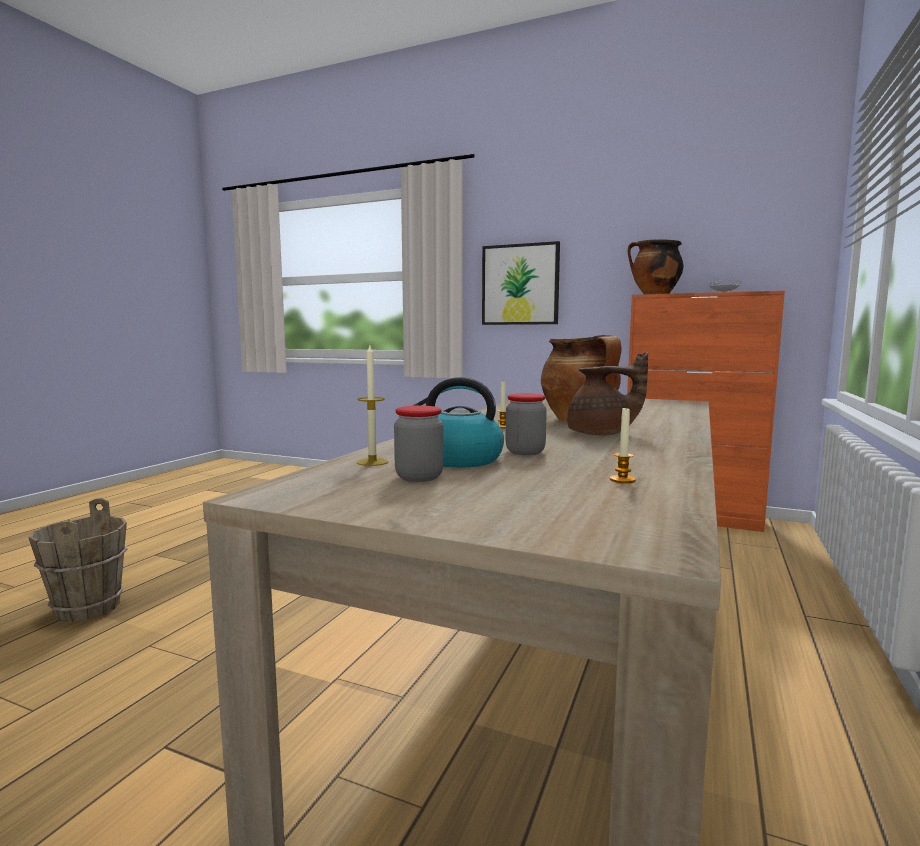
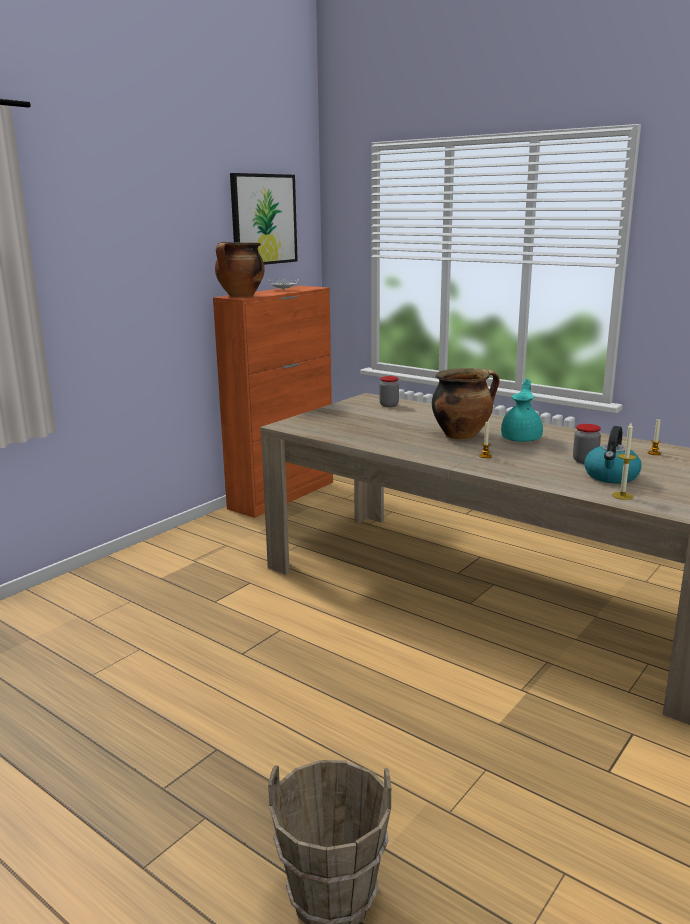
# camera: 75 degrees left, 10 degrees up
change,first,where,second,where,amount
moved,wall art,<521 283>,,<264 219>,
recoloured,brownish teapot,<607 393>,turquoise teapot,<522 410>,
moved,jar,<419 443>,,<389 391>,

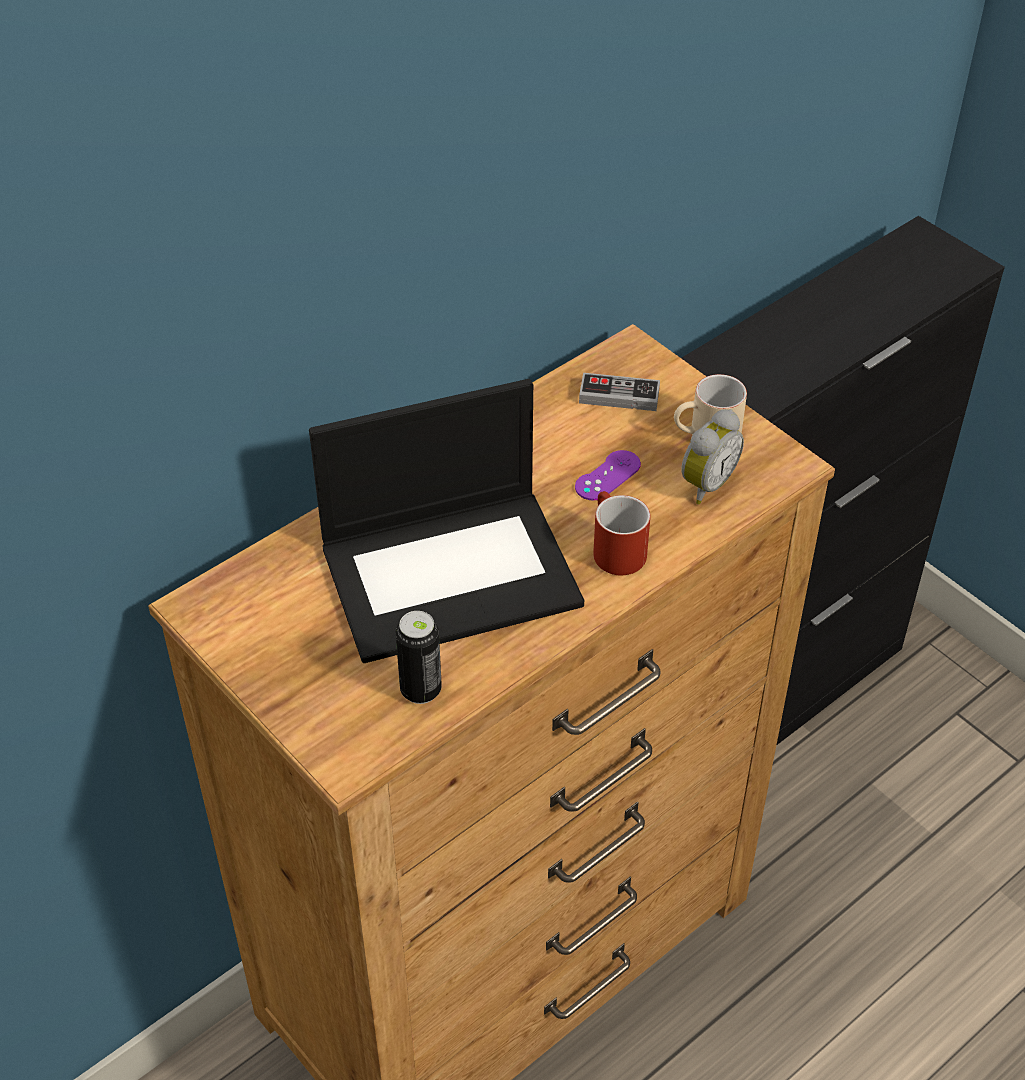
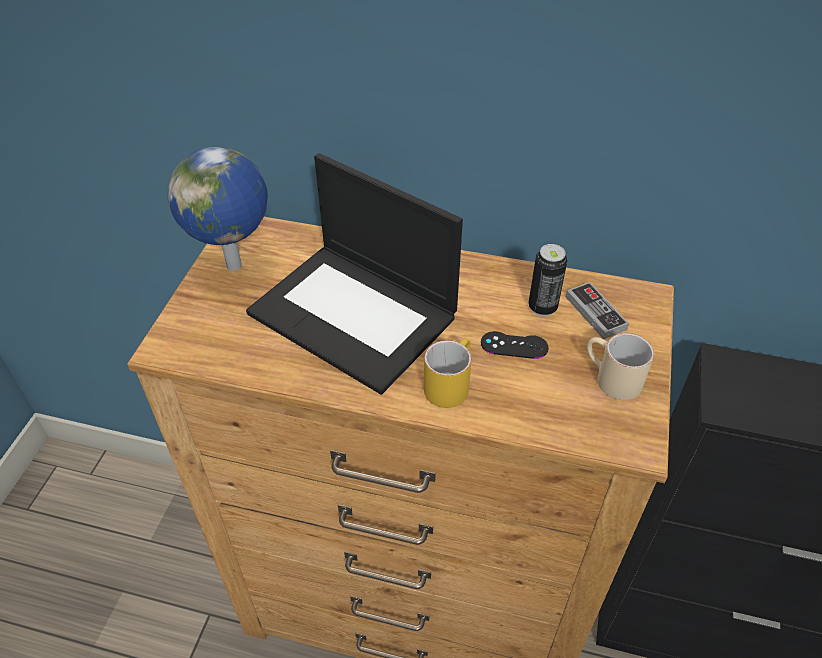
# camera: 55 degrees right, 0 degrees up
change,first,where,second,where,amount
removed,alarm clock,<712 456>,,,
recoloured,purple-coloured joypad,<608 475>,black joypad,<515 345>,
recoloured,reddish coffee mug,<621 533>,yellow-coloured coffee mug,<448 373>,
moved,can,<418 657>,,<547 280>,
added,,,world globe,<218 209>,

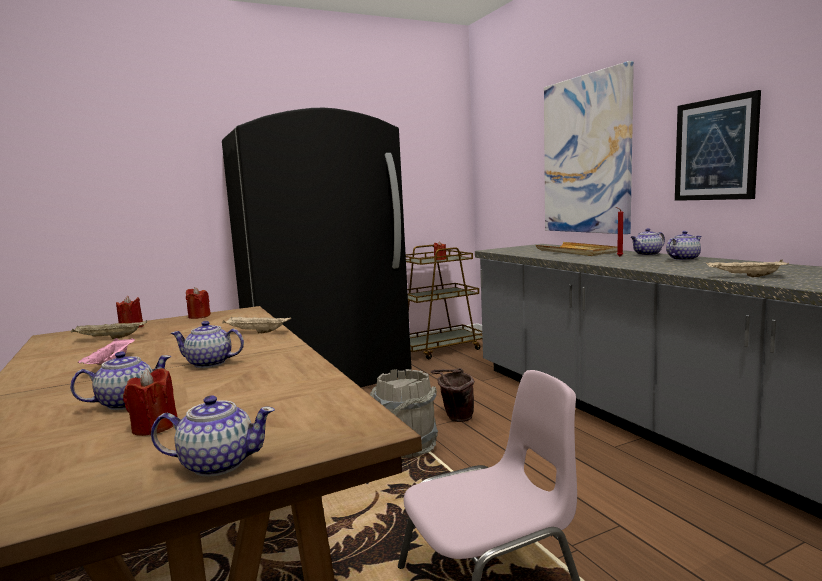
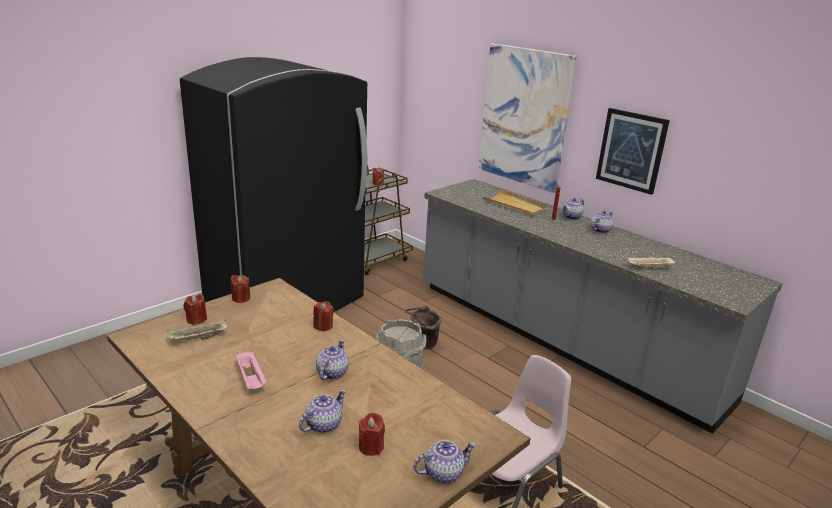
# camera: 20 degrees left, 15 degrees up
change,first,where,second,where,amount
replaced,sand-coloured carrying tray,<256 324>,reddish candle,<323 316>,
turned,teapot,<207 344>,,<332 360>,120 degrees clockwise

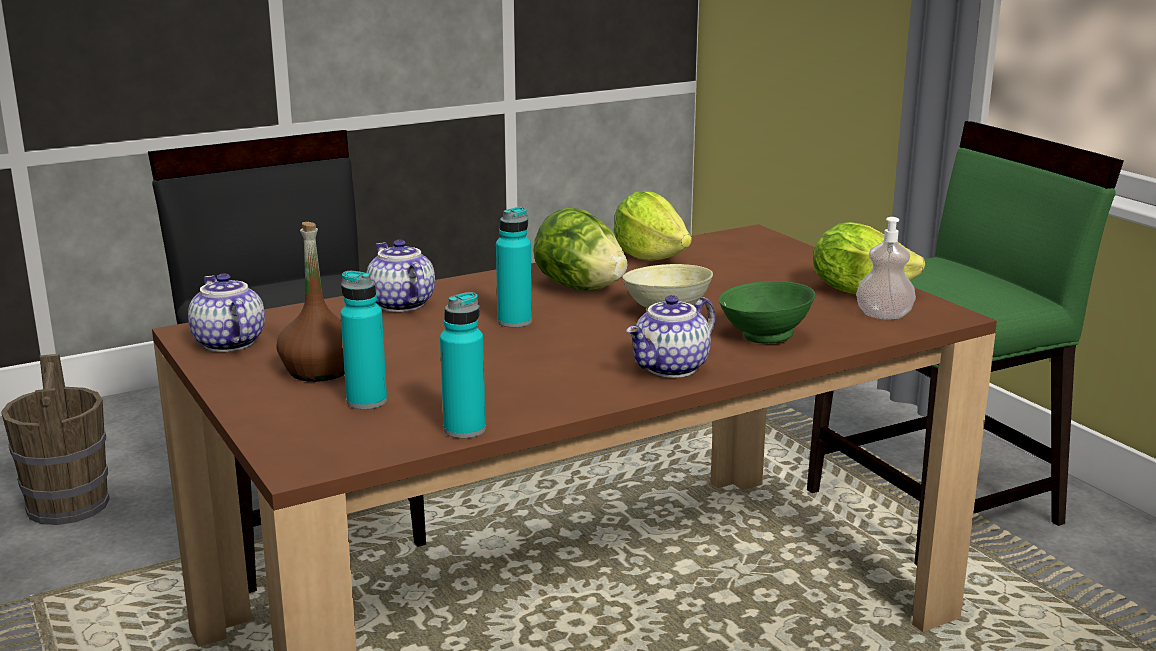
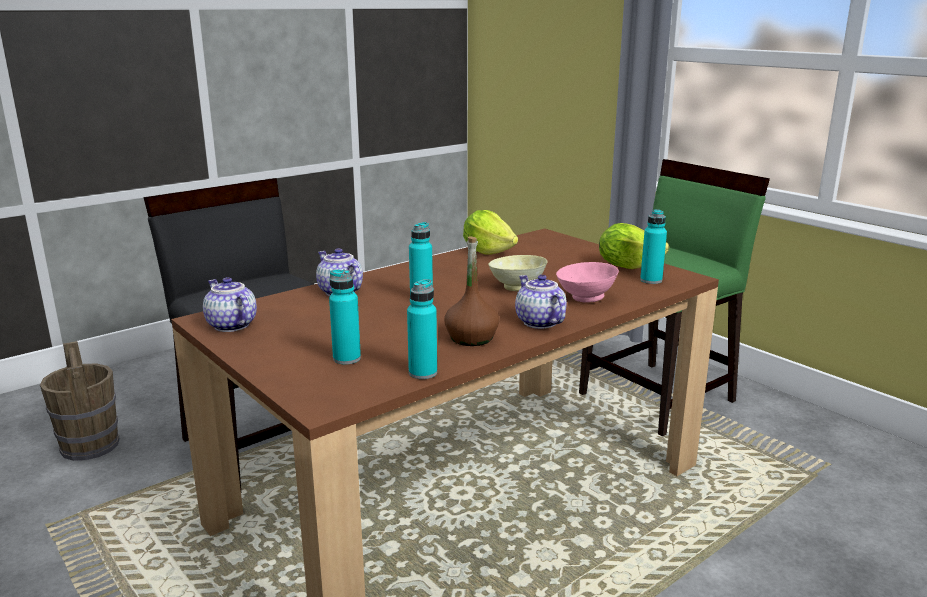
# camera: 10 degrees left, 0 degrees up
change,first,where,second,where,amount
removed,lettuce head,<580 249>,,,
replaced,liquid soap bottle,<886 268>,turquoise drink bottle,<653 246>,
moved,brownish drink bottle,<310 302>,,<472 291>,
recoloured,greenish bowl,<767 312>,pink bowl,<587 282>,
turned,teapot,<670 336>,,<541 302>,120 degrees clockwise

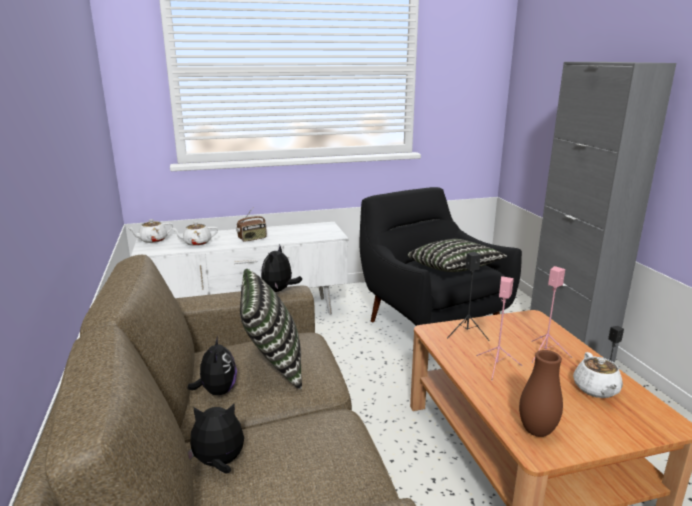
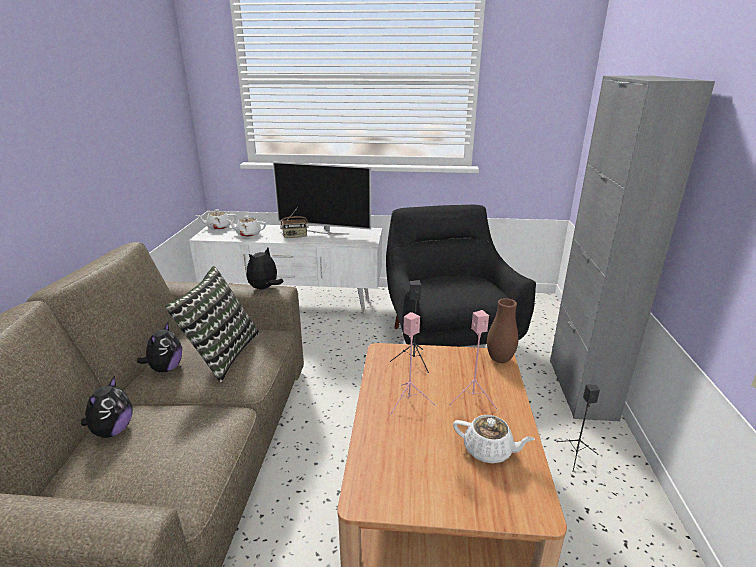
# camera: 20 degrees right, 5 degrees up
change,first,where,second,where,amount
removed,throw pillow,<457 255>,,,
moved,brownish vase,<541 393>,,<502 330>,
turned,white-coloured teapot,<598 375>,,<494 439>,90 degrees counterclockwise
turned,cuddly toy,<216 439>,,<107 407>,90 degrees clockwise
added,,,television,<322 198>,

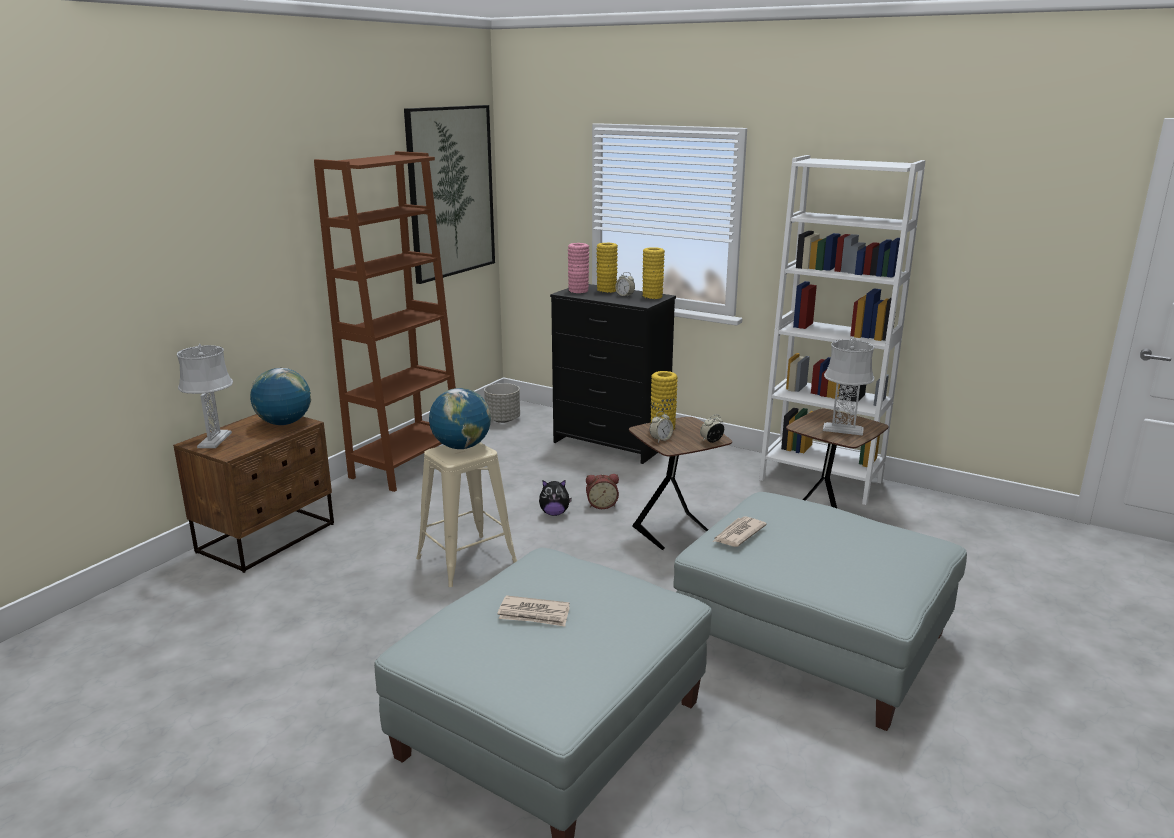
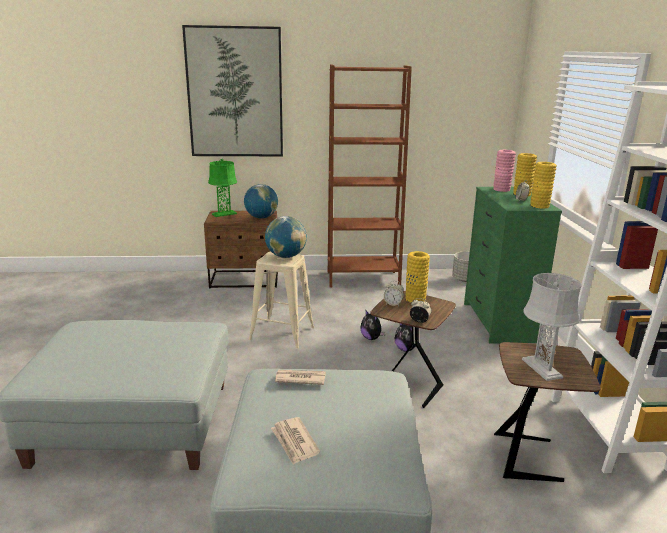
# camera: 55 degrees right, 0 degrees up
change,first,where,second,where,amount
moved,wall art,<449 194>,,<232 90>,
recoloured,black drawer chest,<613 374>,greenish drawer chest,<513 265>,
recoloured,gray tabletop lamp,<205 396>,greenish tabletop lamp,<222 188>,
replaced,alarm clock,<602 491>,cuddly toy,<408 338>,
moved,newspaper,<533 611>,,<295 441>,

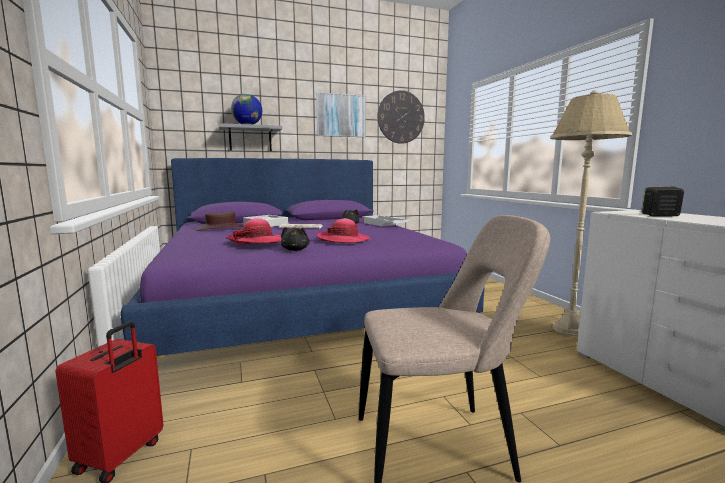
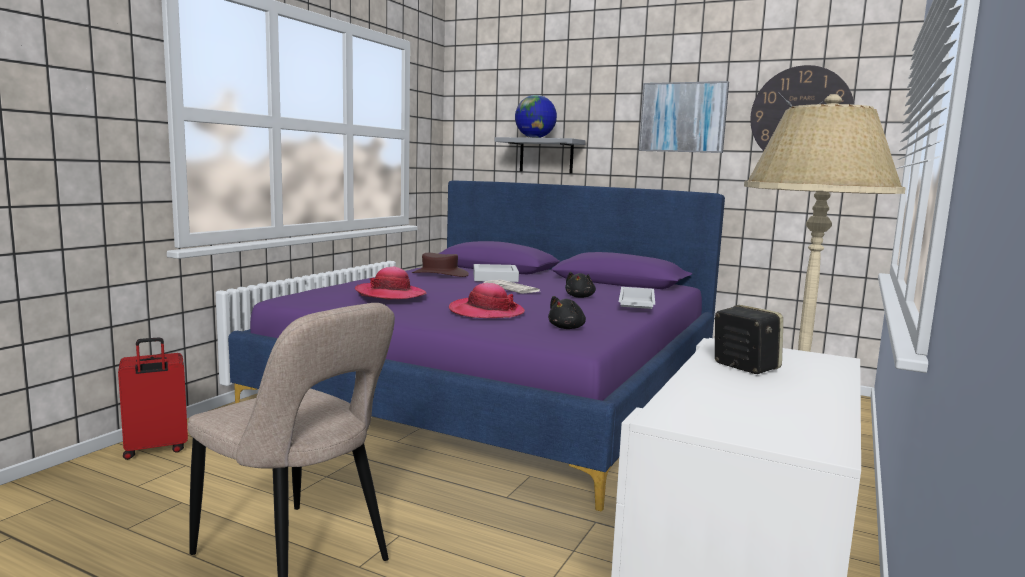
# camera: 45 degrees right, 0 degrees up
change,first,where,second,where,amount
moved,black cuddly toy,<295 239>,,<567 312>,

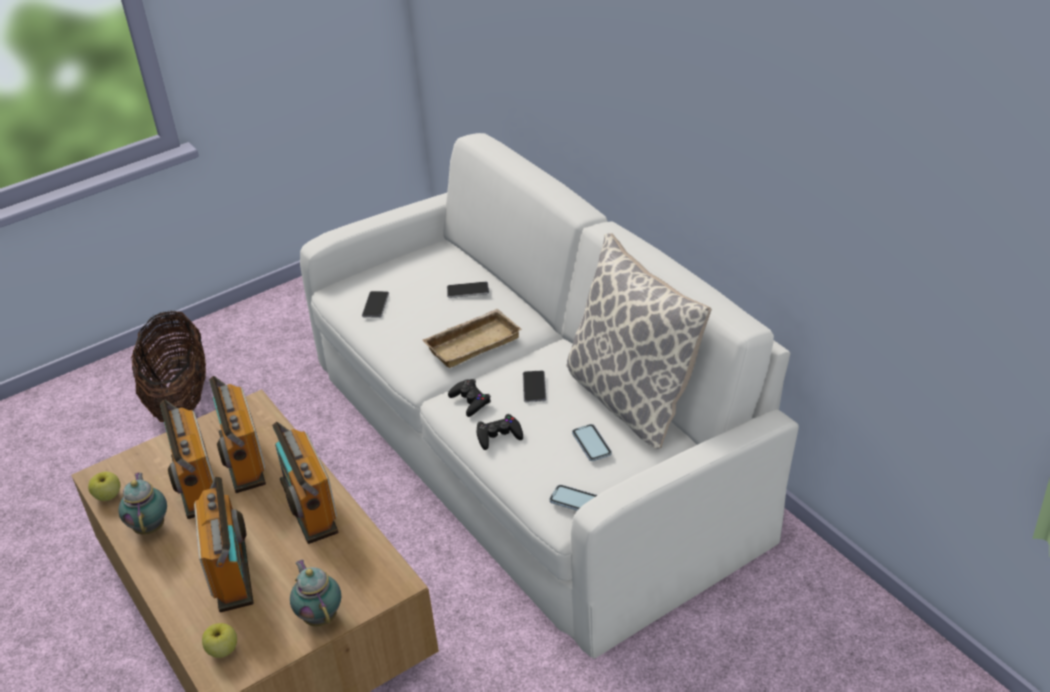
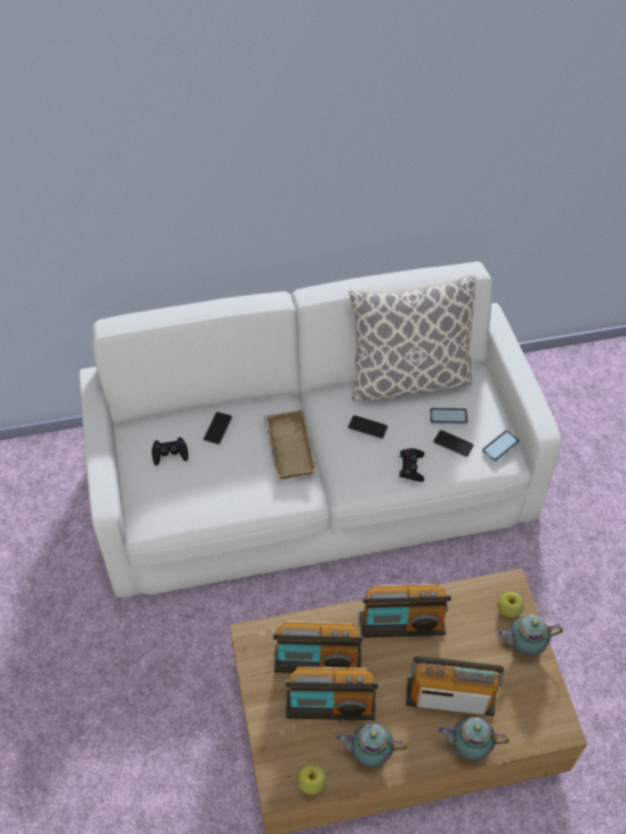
# camera: 70 degrees left, 15 degrees up
change,first,where,second,where,amount
moved,telephone,<375 304>,,<453 443>,
removed,basket,<168 366>,,,
moved,black joypad,<469 398>,,<170 451>,
moved,apple fruit,<219 640>,,<510 605>,
added,,,teapot,<473 738>,

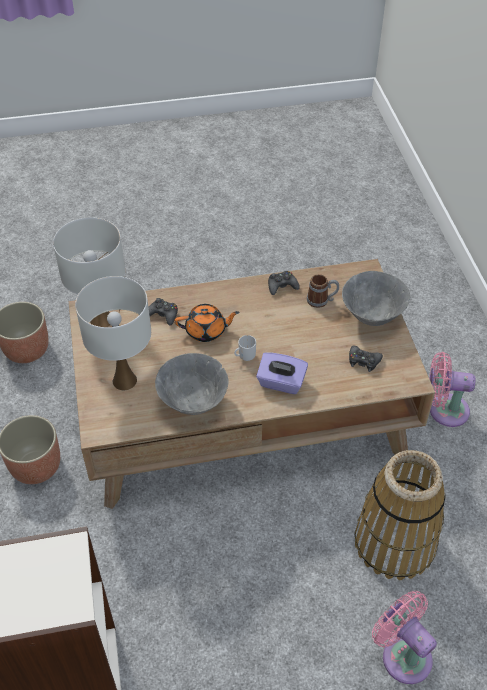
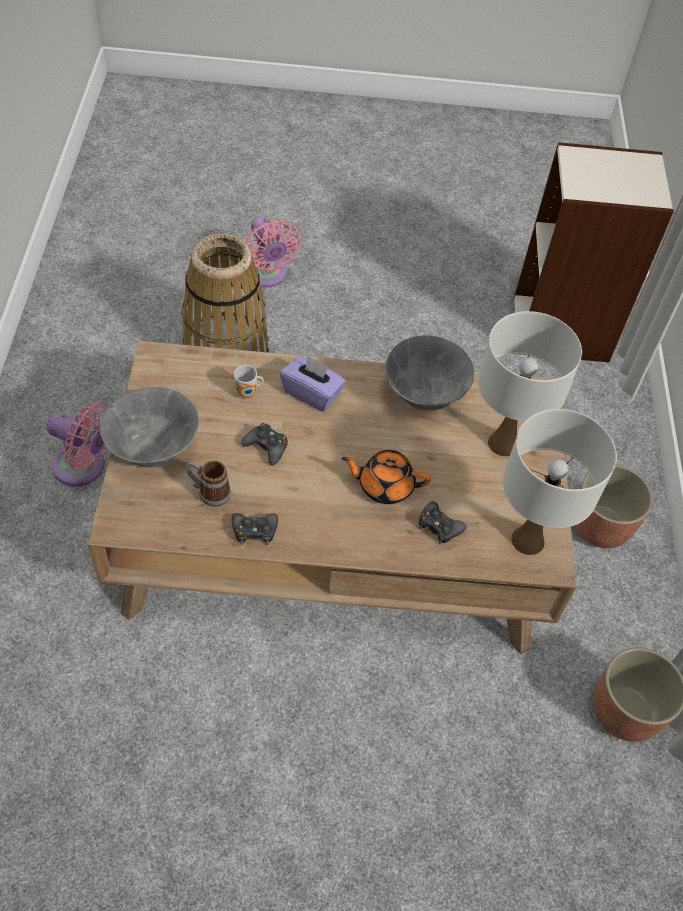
# camera: 170 degrees left, 5 degrees up
change,first,where,second,where,amount
moved,coffee mug,<245 348>,,<249 381>,
moved,black joypad,<366 359>,,<264 444>,

